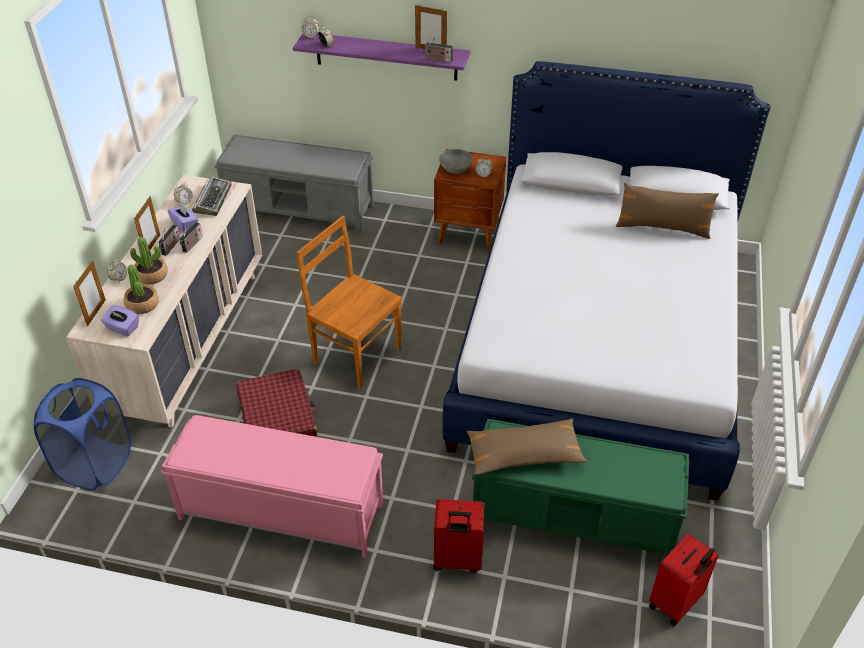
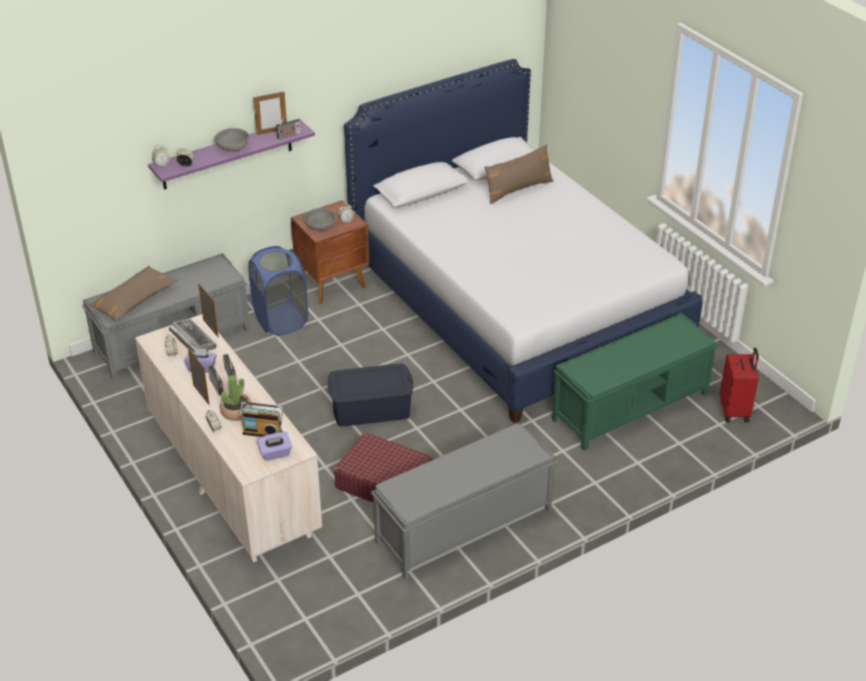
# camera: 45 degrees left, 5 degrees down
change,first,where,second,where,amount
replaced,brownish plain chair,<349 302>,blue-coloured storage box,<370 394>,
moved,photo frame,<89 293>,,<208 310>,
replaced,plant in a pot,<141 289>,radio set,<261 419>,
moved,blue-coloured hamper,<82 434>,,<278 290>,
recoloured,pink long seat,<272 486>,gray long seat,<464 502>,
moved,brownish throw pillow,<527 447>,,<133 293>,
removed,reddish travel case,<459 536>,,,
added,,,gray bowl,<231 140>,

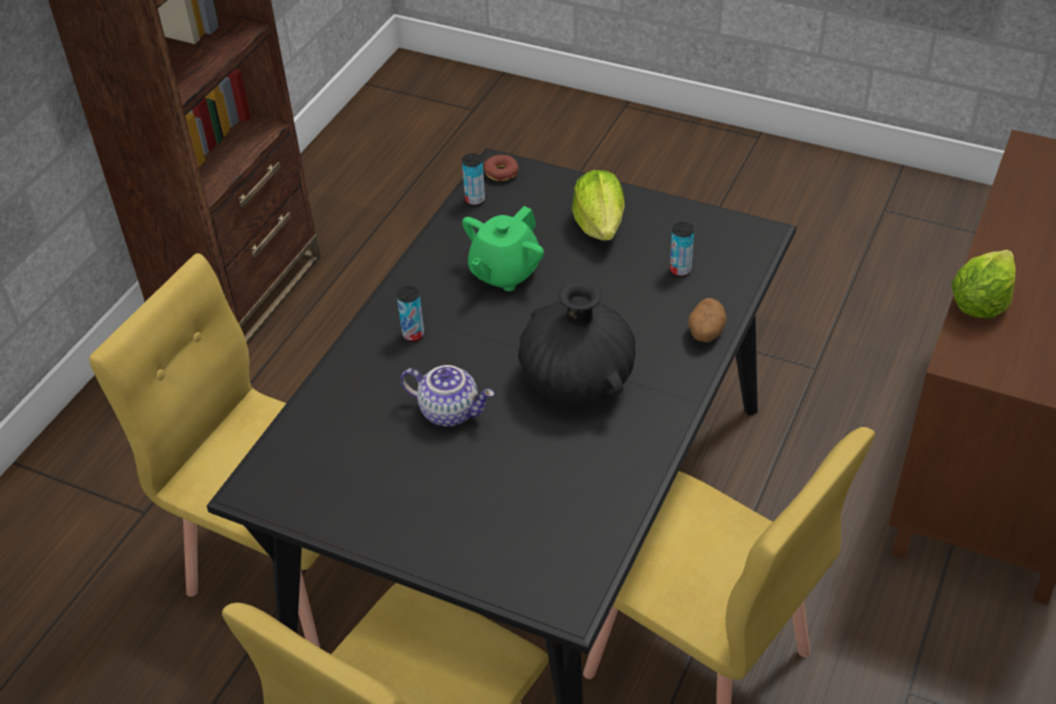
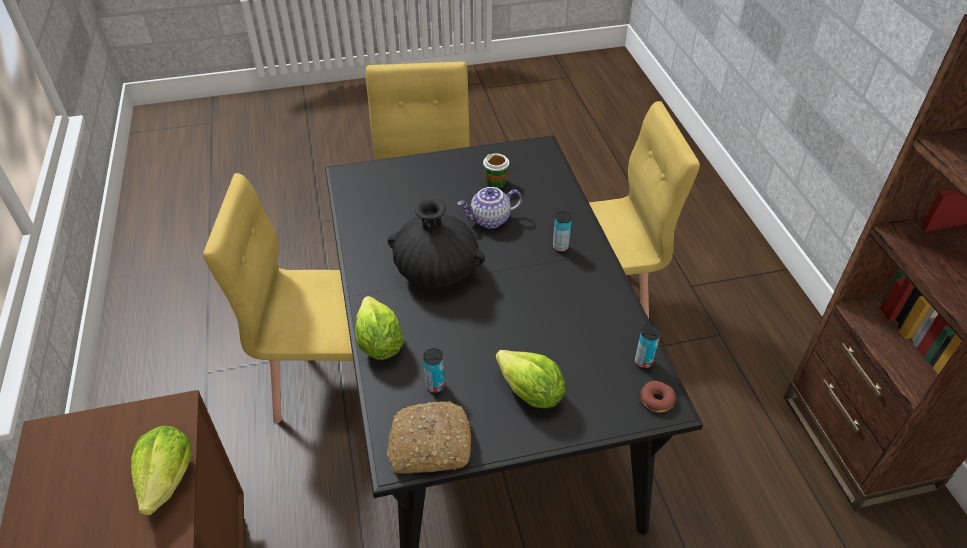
# camera: 140 degrees right, 0 degrees up
change,first,where,second,where,amount
removed,greenish teapot,<503 248>,,,
replaced,potato,<707 320>,lettuce head,<379 328>,
added,,,small cup,<496 170>,
added,,,baked bread,<429 437>,

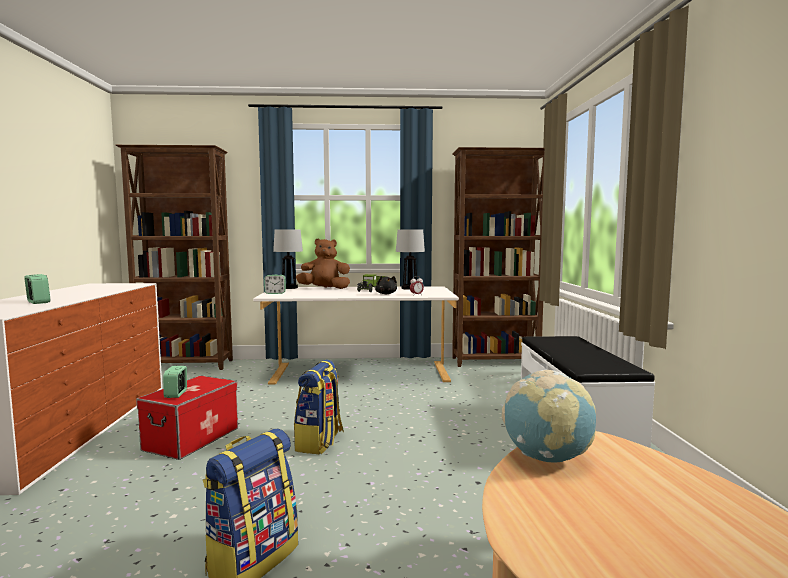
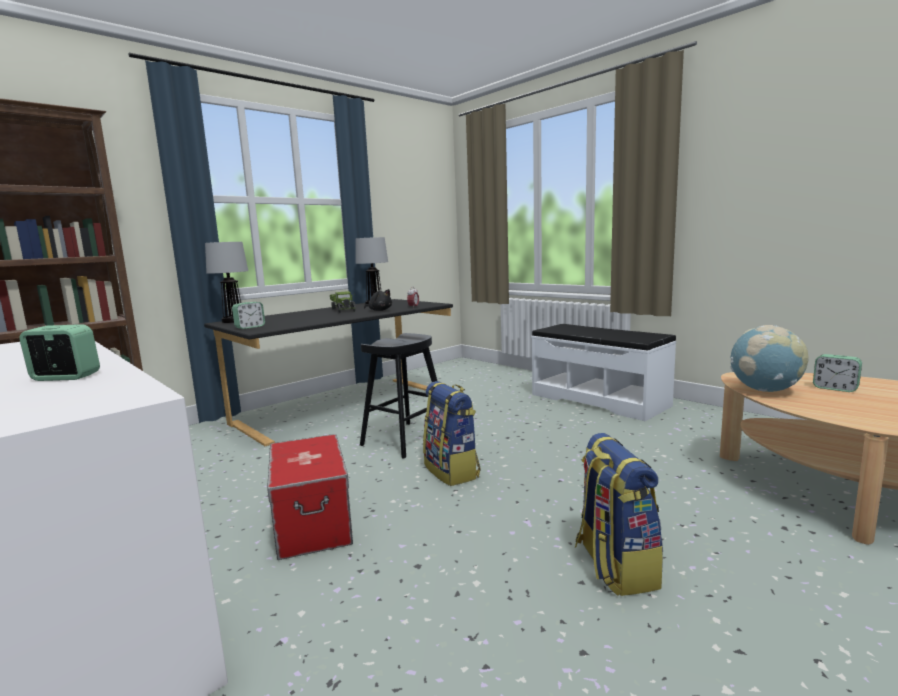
# camera: 40 degrees left, 5 degrees up
change,first,where,second,where,amount
removed,brownish shelving unit,<498 257>,,,
removed,brownish cuddly toy,<323 263>,,,
recoloured,white-coloured desk,<356 335>,black desk,<328 372>,
moved,alarm clock,<175 382>,,<837 373>,
added,,,black sitting stool,<398 396>,

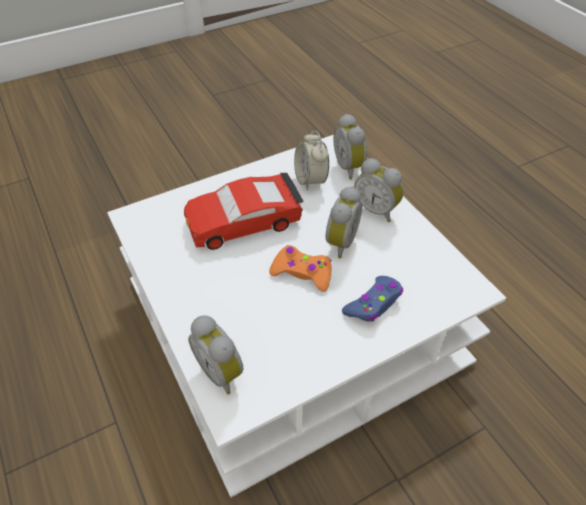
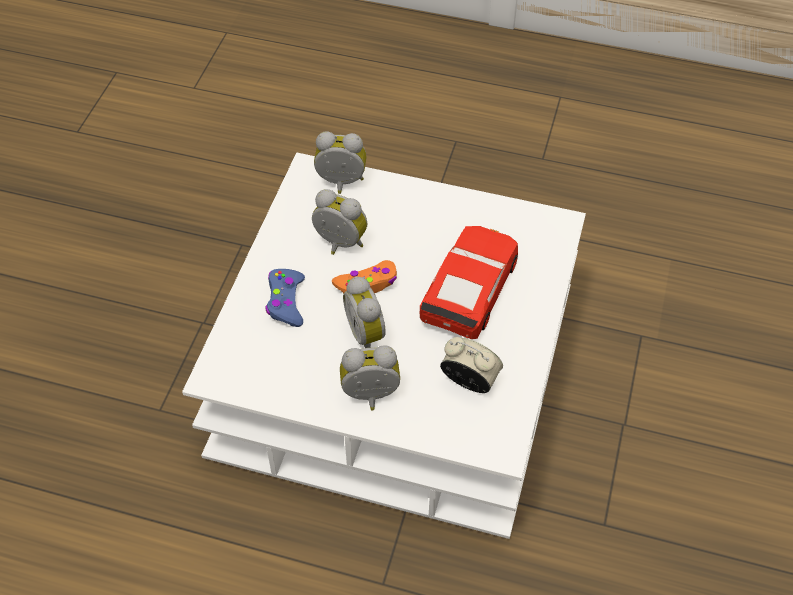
# camera: 135 degrees right, 5 degrees up
change,first,where,second,where,amount
moved,alarm clock,<350 147>,,<340 222>,

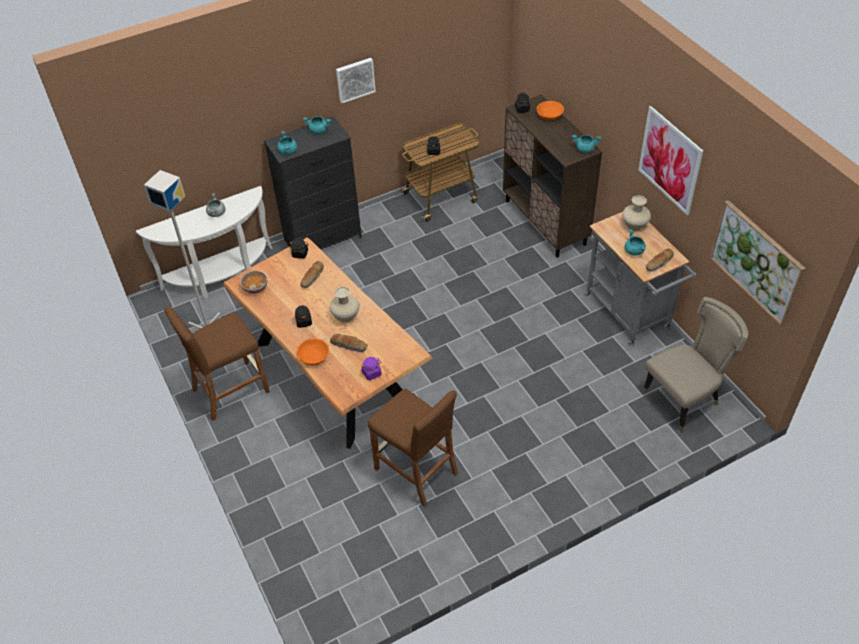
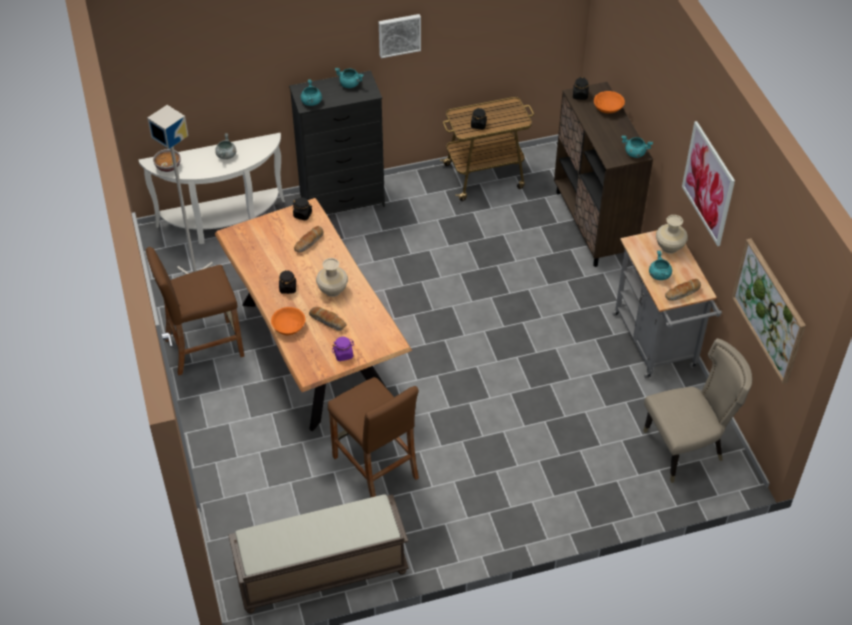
# camera: 10 degrees right, 0 degrees up
change,first,where,second,where,amount
moved,bowl,<253 282>,,<167 160>,
added,,,brownish long seat,<318 553>,

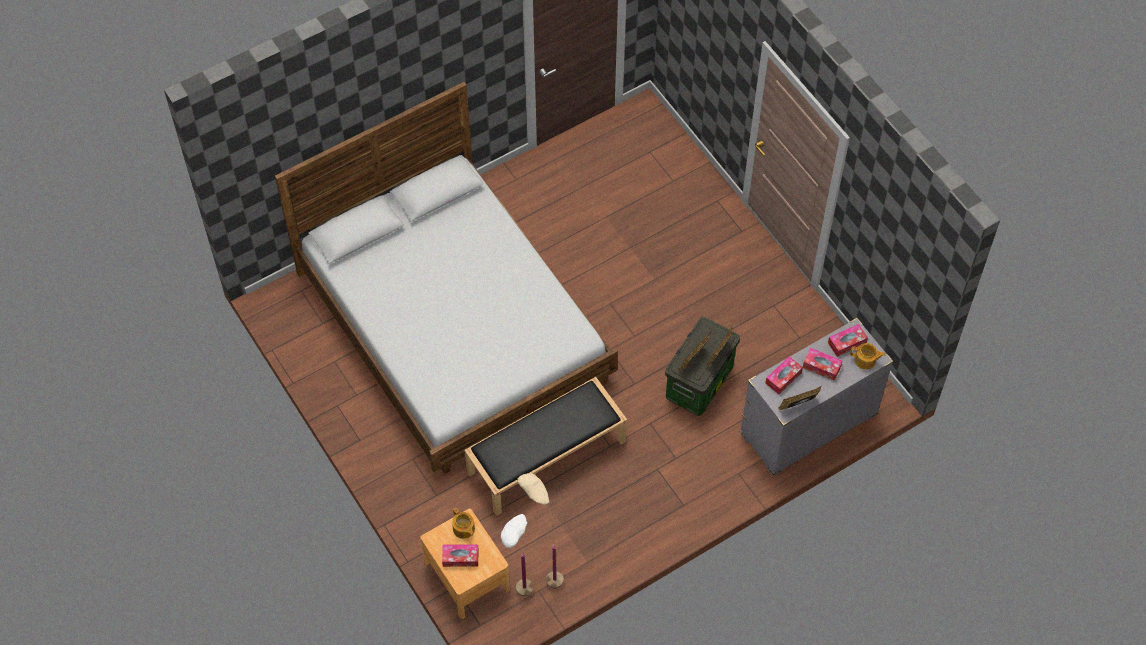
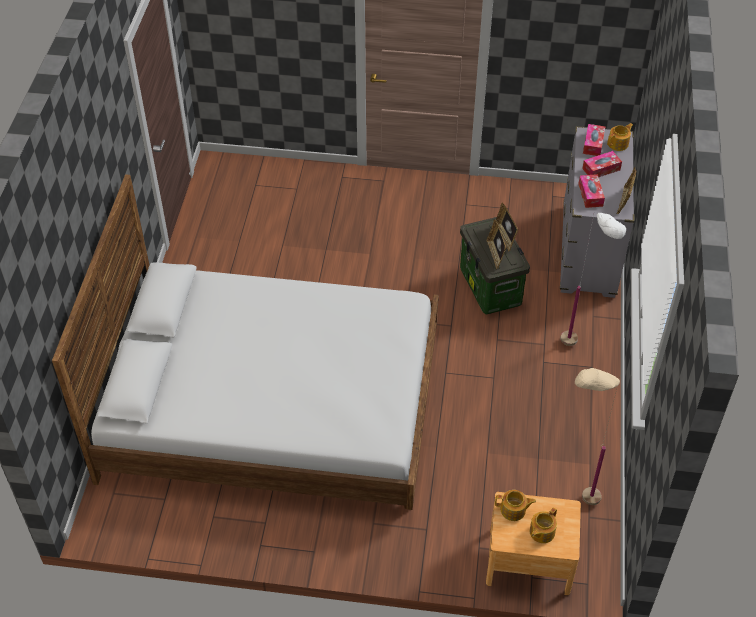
# camera: 50 degrees left, 10 degrees down
change,first,where,second,where,amount
removed,black long seat,<545 446>,,,
moved,white-coloured floor lamp,<517 553>,,<593 279>,
replaced,box of tissues,<460 555>,teapot,<543 525>,

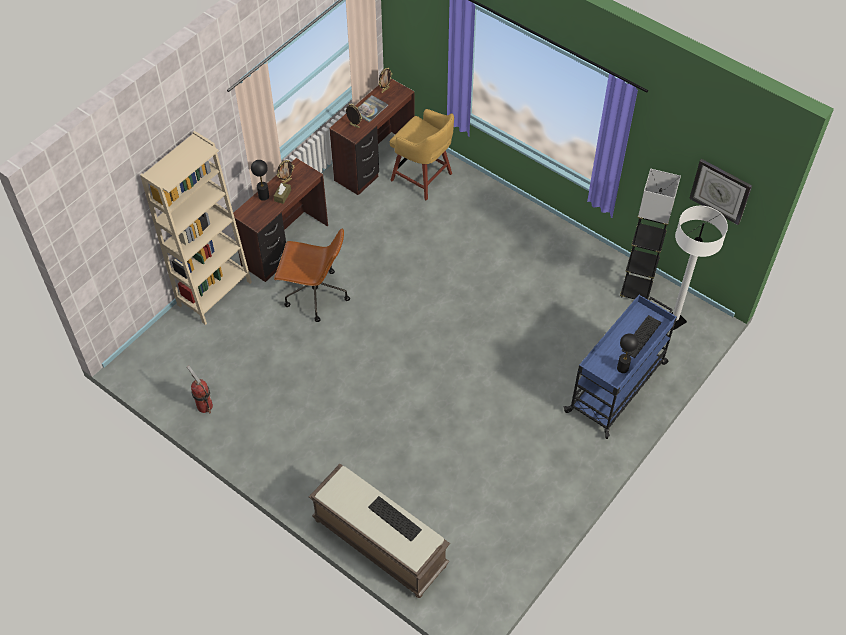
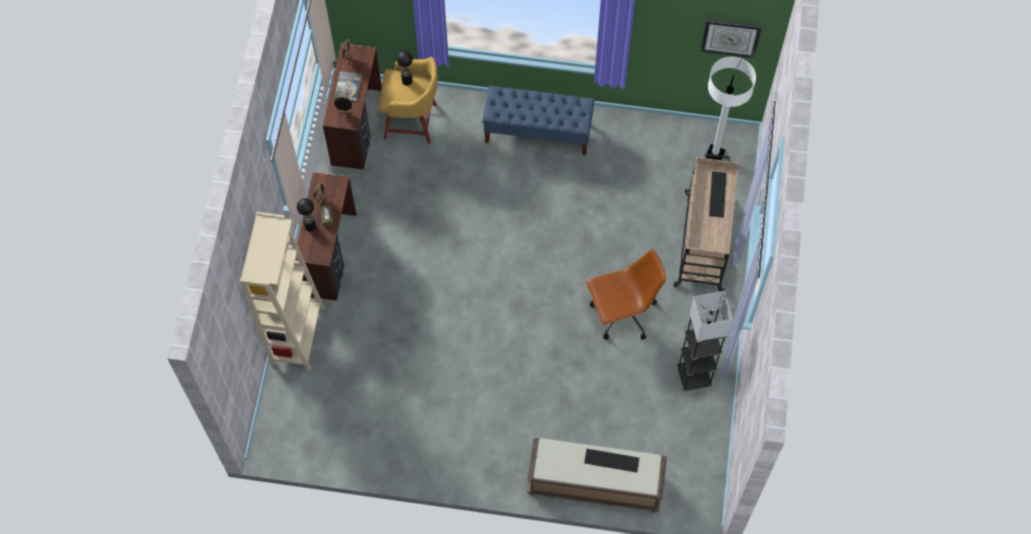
# camera: 30 degrees left, 10 degrees up
change,first,where,second,where,amount
moved,gray floor lamp,<650 234>,,<705 341>,
moved,brownish computer chair,<312 275>,,<626 294>,
recoloured,blue-coloured cart,<620 367>,sand-coloured cart,<706 222>,
moved,black tabletop lamp,<628 353>,,<405 68>,
removed,fire extinguisher,<200 389>,,,
added,,,blue-coloured long seat,<538 121>,

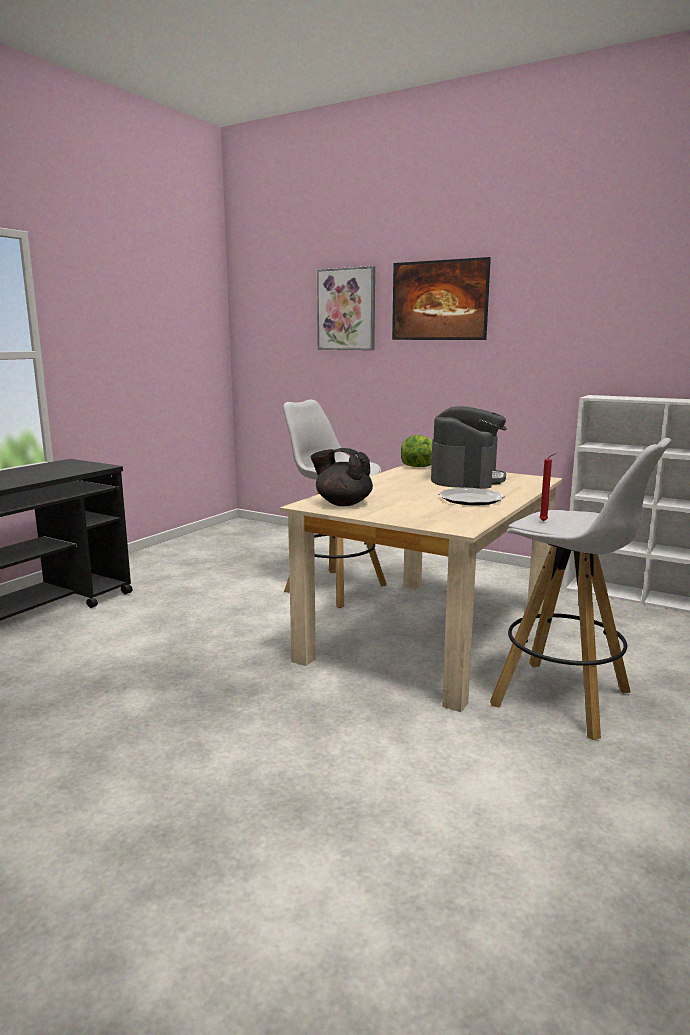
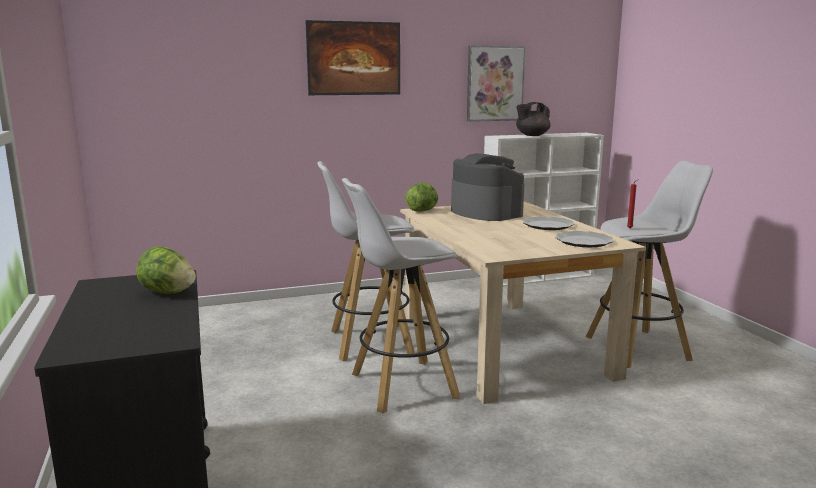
# camera: 50 degrees left, 0 degrees up
change,first,where,second,where,amount
moved,wall art,<346 308>,,<496 83>,
moved,black teapot,<341 477>,,<533 119>,
added,,,white-coloured sitting stool,<401 296>,
added,,,dinner plate,<584 239>,
added,,,lettuce head,<166 270>,

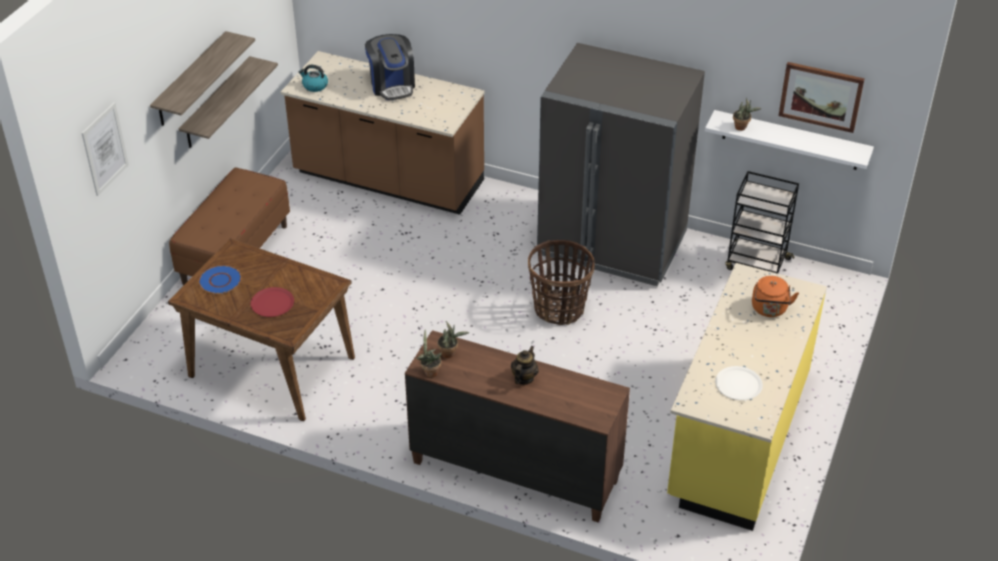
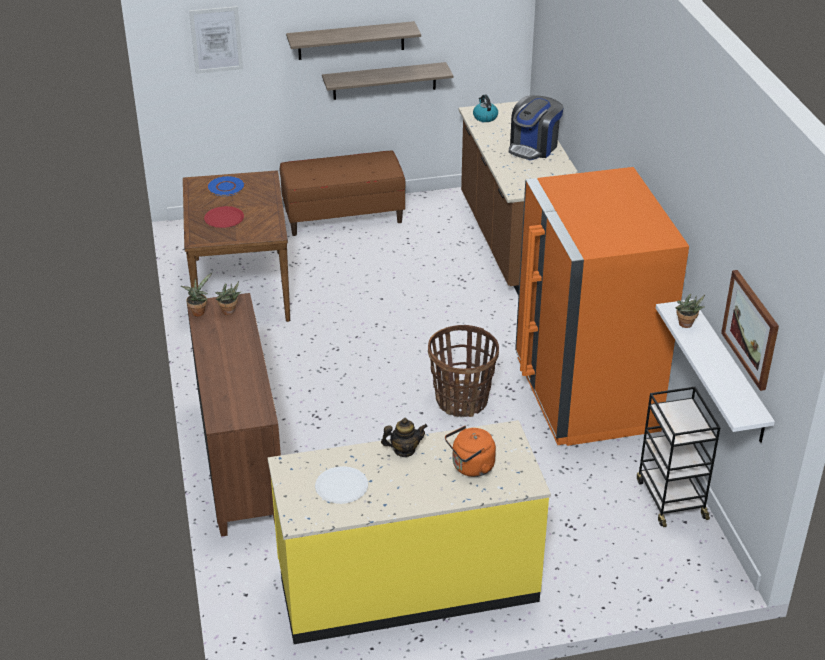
# camera: 55 degrees right, 5 degrees down
change,first,where,second,where,amount
recoloured,gray fridge,<621 165>,orangey fridge,<602 306>,
moved,teapot,<525 365>,,<404 437>,

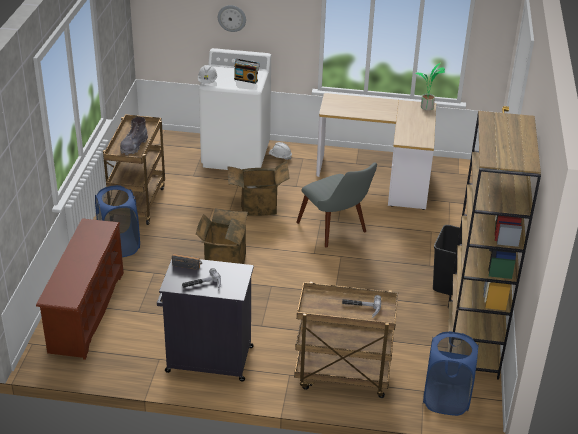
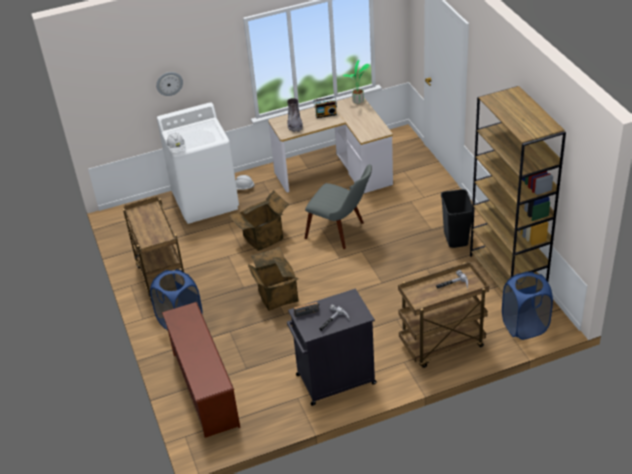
# camera: 25 degrees left, 5 degrees up
change,first,where,second,where,amount
moved,radio set,<247 71>,,<325 107>,
moved,gray tall boot,<134 135>,,<295 115>,

